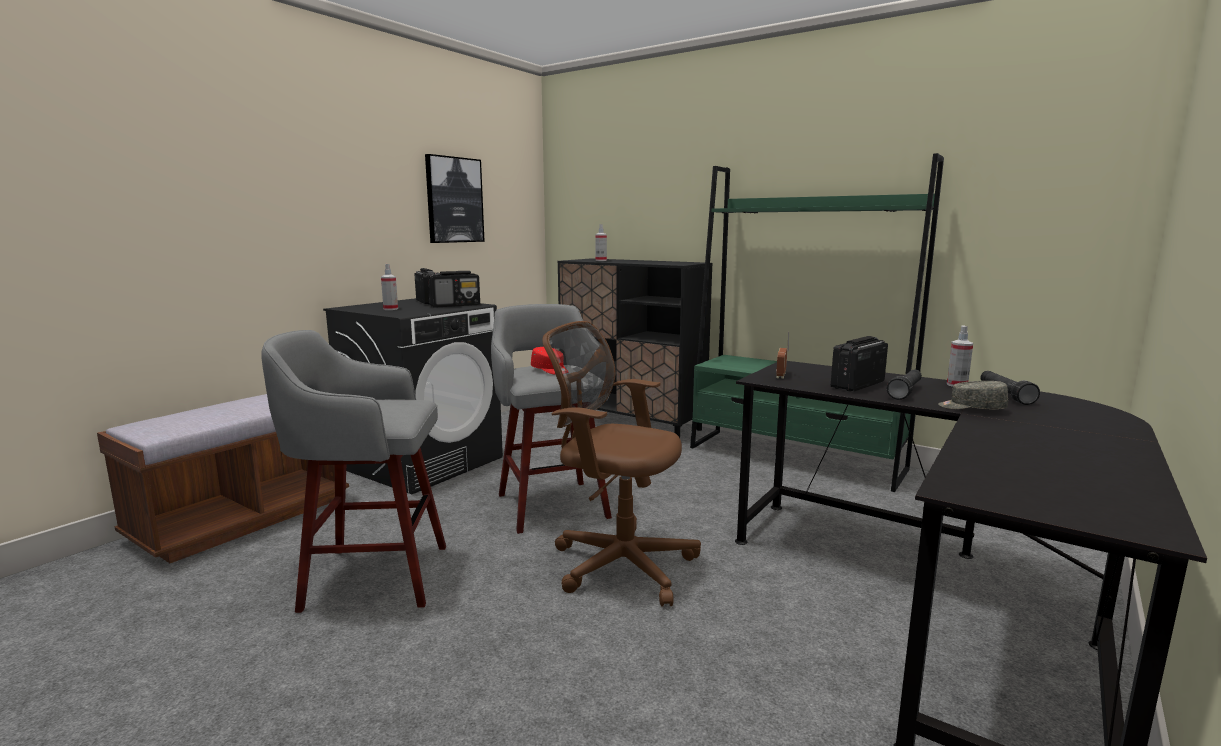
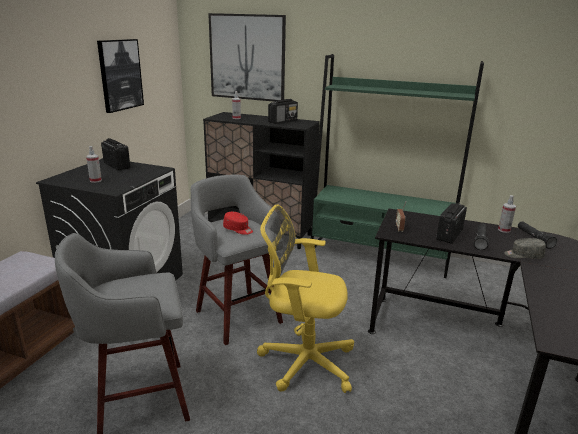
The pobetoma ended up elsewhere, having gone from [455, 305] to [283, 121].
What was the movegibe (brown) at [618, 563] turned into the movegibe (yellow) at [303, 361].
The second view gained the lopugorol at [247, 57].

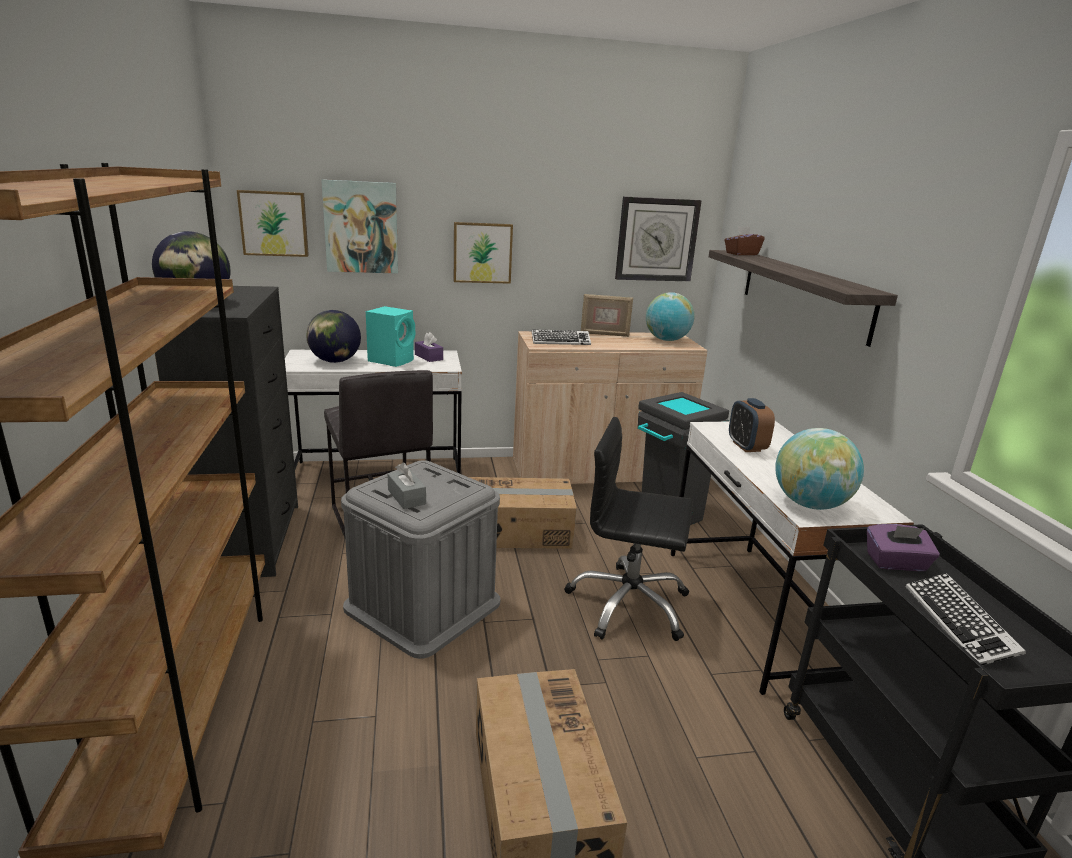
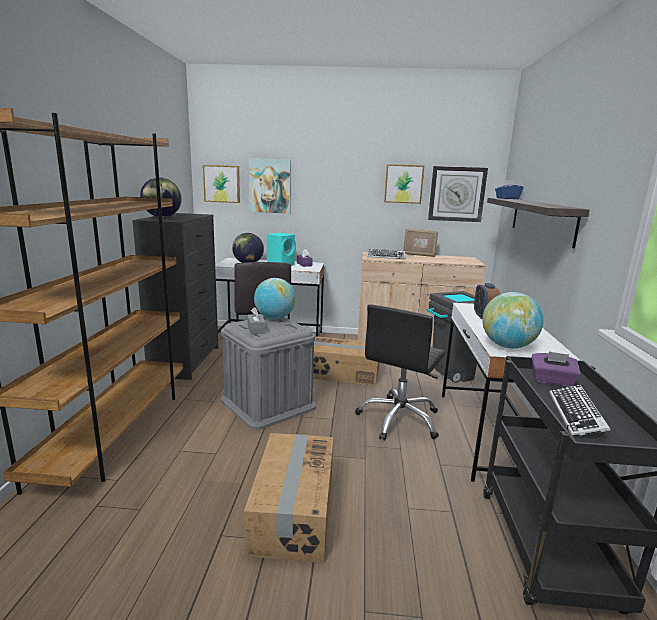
The lopugorol ended up elsewhere, having gone from [482, 252] to [403, 184].
The movegibe (black) at [628, 604] ended up facing another way, 90 degrees counterclockwise from before.
The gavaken ended up elsewhere, having gone from [666, 340] to [275, 318].
What was the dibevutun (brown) at [741, 254] turned into the dibevutun (blue) at [507, 198].

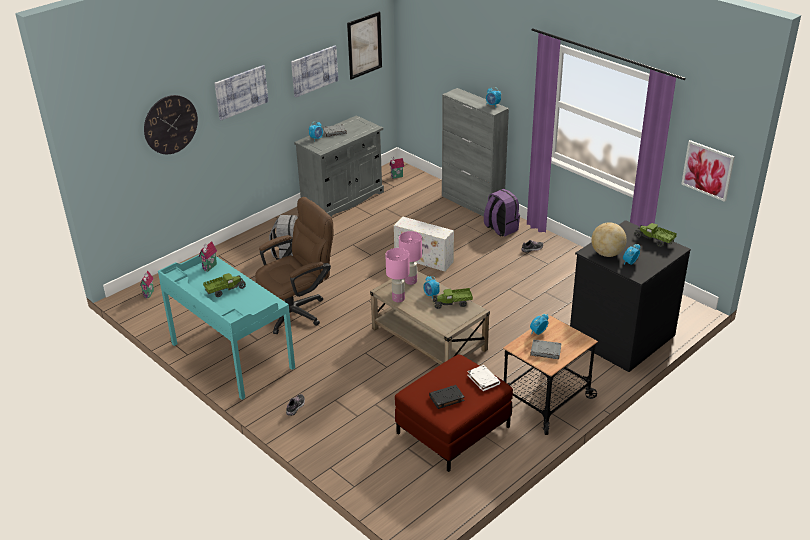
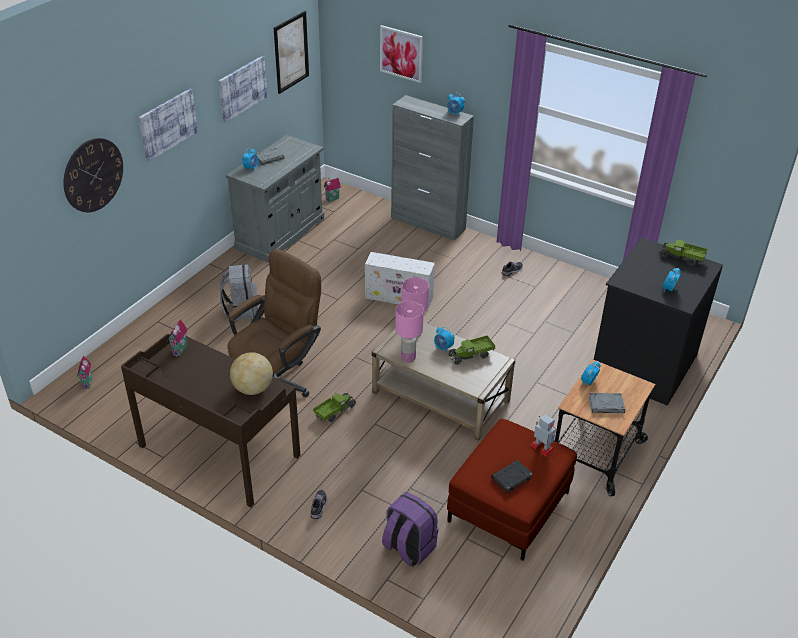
What was the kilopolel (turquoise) at [231, 356] turned into the kilopolel (brown) at [218, 451].
The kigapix ended up elsewhere, having gone from [225, 290] to [335, 411].
Where the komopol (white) stood at [483, 379], the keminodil came to stand at [542, 447].
The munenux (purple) ended up elsewhere, having gone from [500, 229] to [408, 547].
The gavaken ended up elsewhere, having gone from [607, 254] to [253, 389].
The lopugorol ended up elsewhere, having gone from [707, 170] to [401, 53].

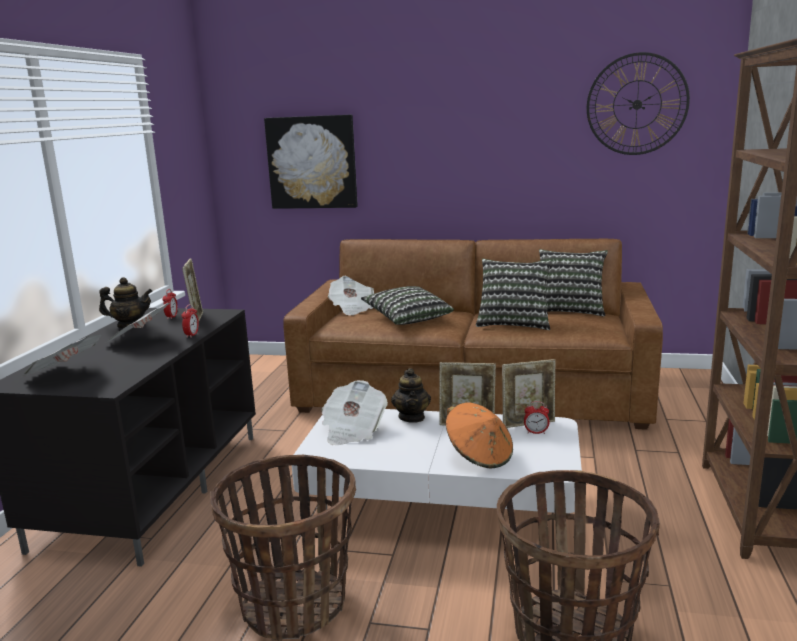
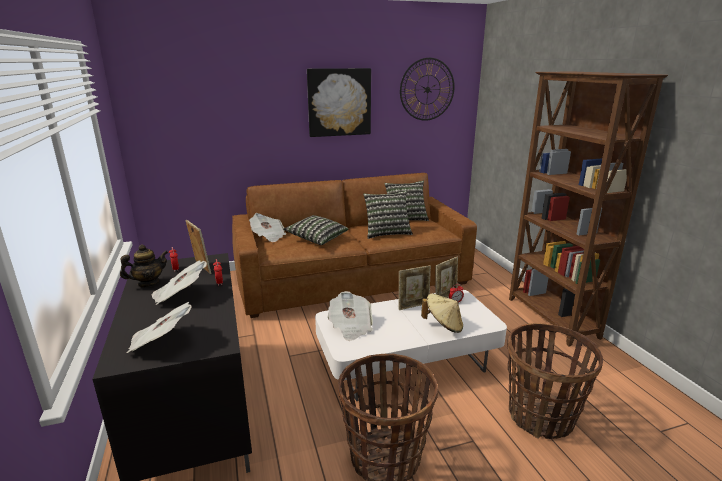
The lopugorol ended up elsewhere, having gone from [312, 162] to [339, 102].
The second view lost the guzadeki at [412, 417].
What was the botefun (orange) at [479, 456] turned into the botefun (beige) at [443, 325].

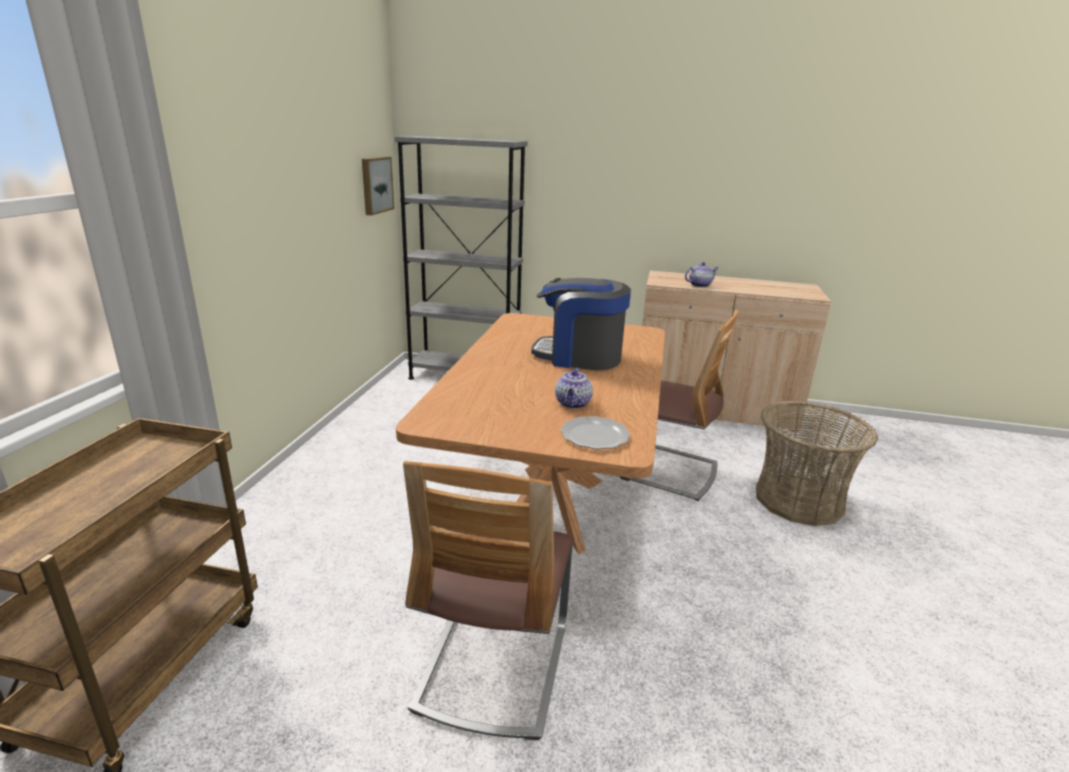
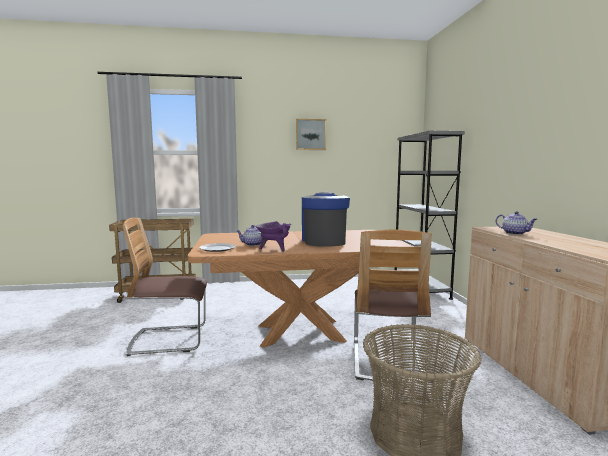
The lopugorol ended up elsewhere, having gone from [375, 185] to [310, 134].
The second view gained the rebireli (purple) at [274, 249].

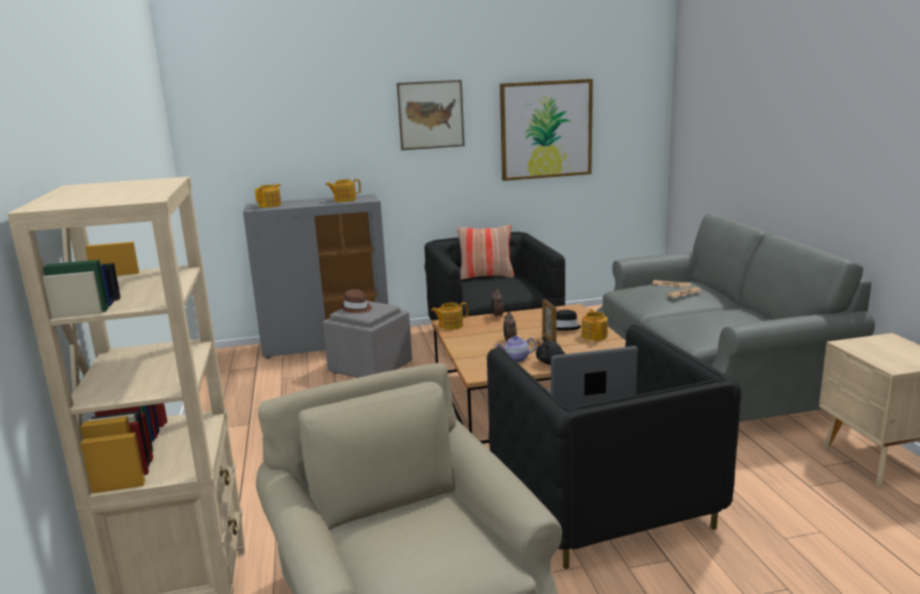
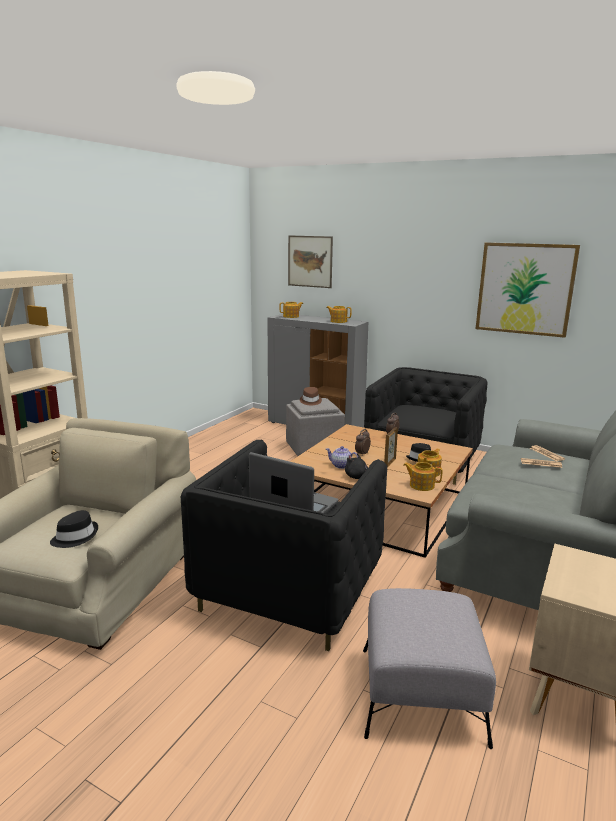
The lopugorol ended up elsewhere, having gone from [431, 115] to [310, 261].
The guzadeki ended up elsewhere, having gone from [450, 325] to [421, 485].
The second view lost the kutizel at [486, 276].
The second view gained the botefun (black) at [75, 537].
The second view gained the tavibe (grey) at [421, 695].

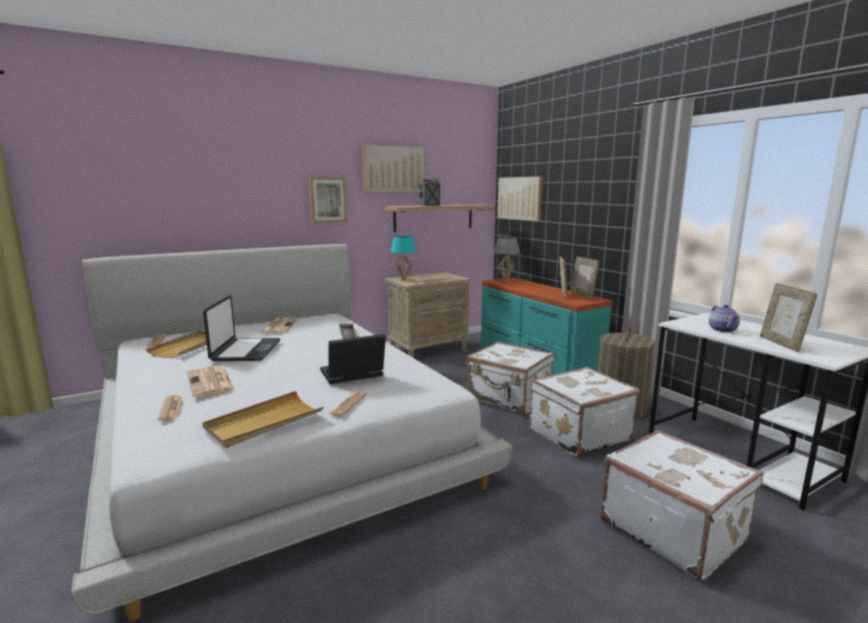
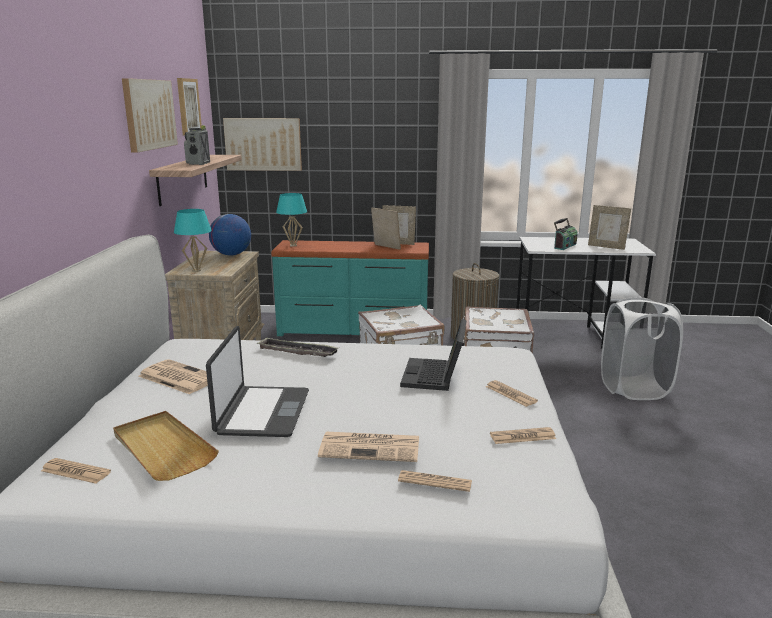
Where the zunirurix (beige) stood at [264, 422], the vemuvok came to stand at [522, 436].
The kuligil at [245, 351] ended up facing another way, 60 degrees clockwise from before.
The lopugorol ended up elsewhere, having gone from [327, 200] to [188, 106].
What was the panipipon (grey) at [505, 281] turned into the panipipon (turquoise) at [293, 245].
Where the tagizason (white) stood at [673, 529], the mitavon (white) came to stand at [634, 389].
Where the guzadeki stood at [722, 330], the pobetoma came to stand at [564, 246].
The second view gained the gavaken at [231, 254].

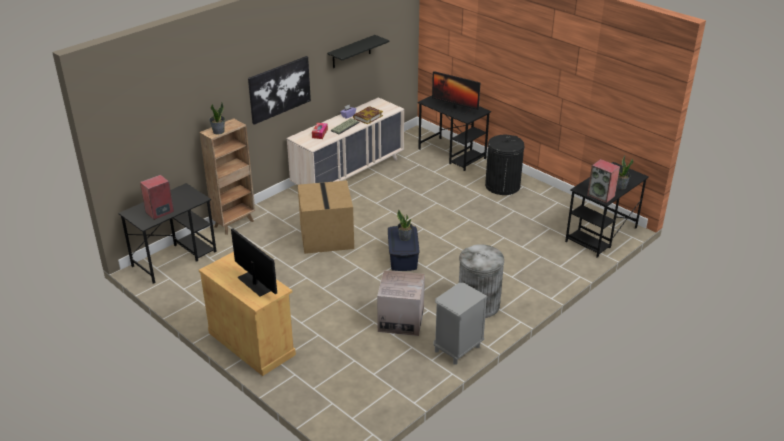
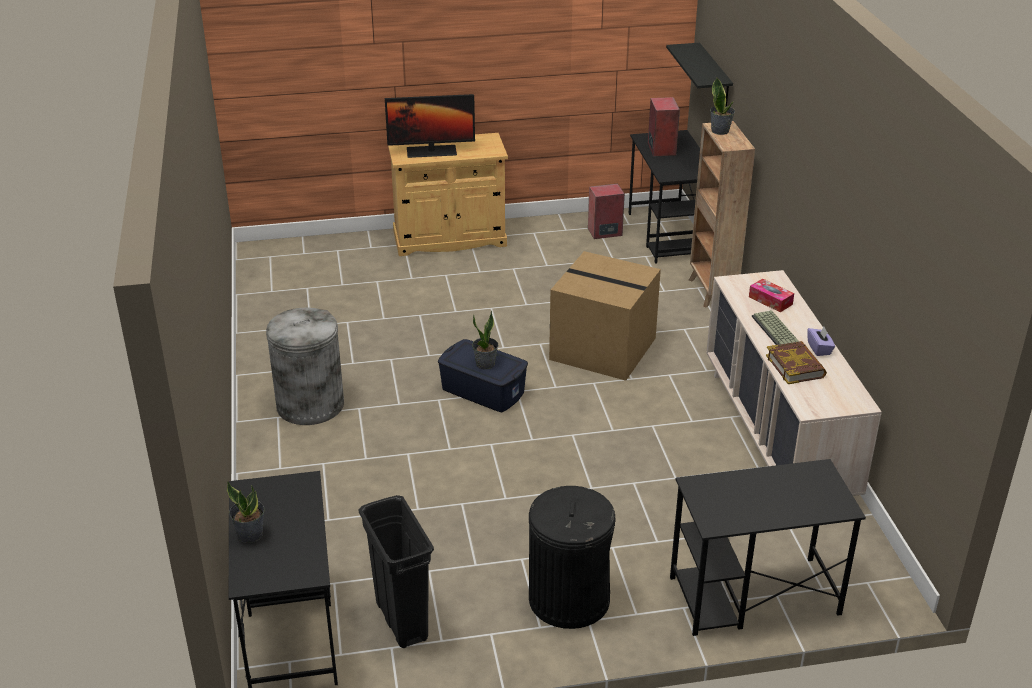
The second view lost the lopugorol at [279, 89].
The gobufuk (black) ended up elsewhere, having gone from [351, 52] to [714, 76].
The second view lost the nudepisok at [401, 320].
The second view lost the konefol at [454, 108].
The second view lost the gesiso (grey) at [457, 349].
The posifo ended up elsewhere, having gone from [601, 195] to [604, 232].
The second view gained the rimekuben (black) at [401, 620].

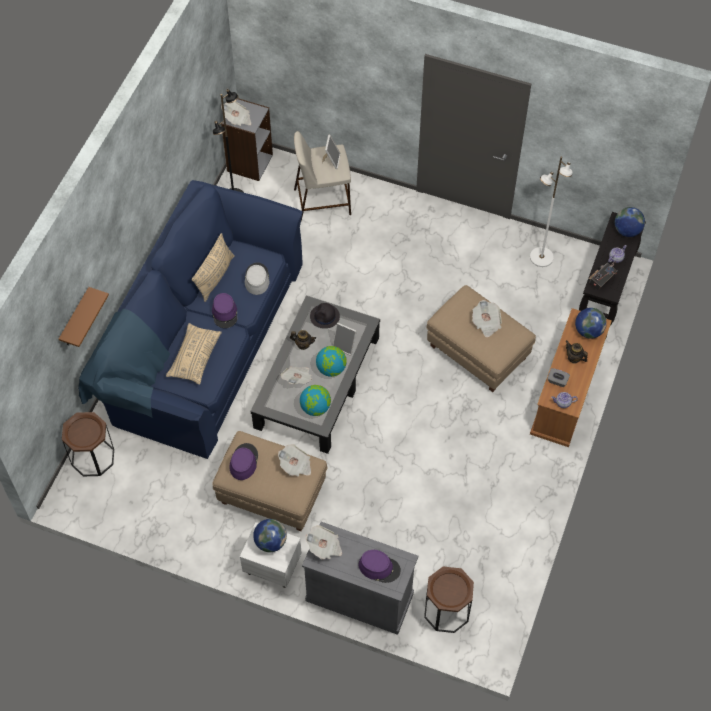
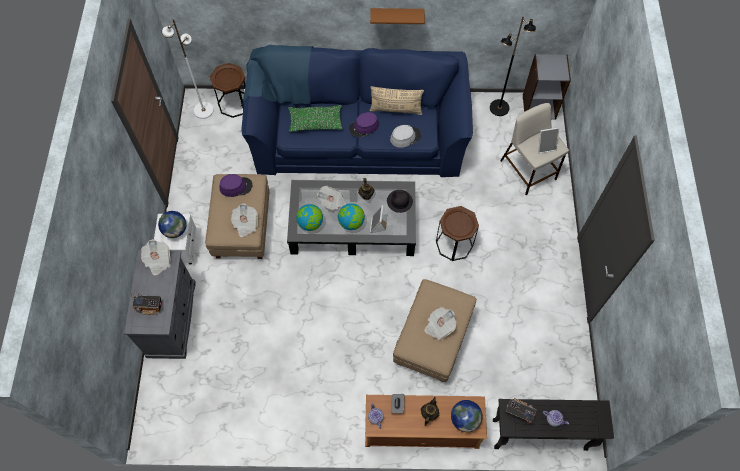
The gobufuk (brown) ended up elsewhere, having gone from [75, 319] to [397, 15].
What was the kutizel (beige) at [194, 358] turned into the kutizel (green) at [315, 122].
The second view lost the vemuvok at [237, 119].
Where the botefun (purple) stood at [379, 567], the pobetoma came to stand at [150, 307].
The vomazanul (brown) ended up elsewhere, having gone from [446, 611] to [454, 244].
The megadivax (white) ended up elsewhere, having gone from [541, 257] to [203, 110].
The second view lost the gavaken at [627, 231].

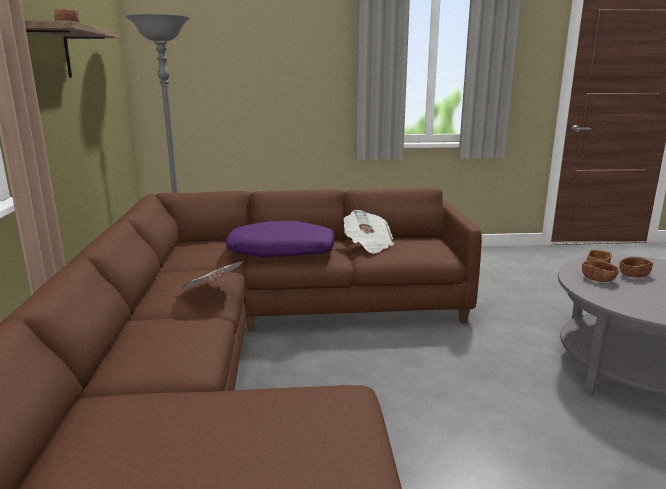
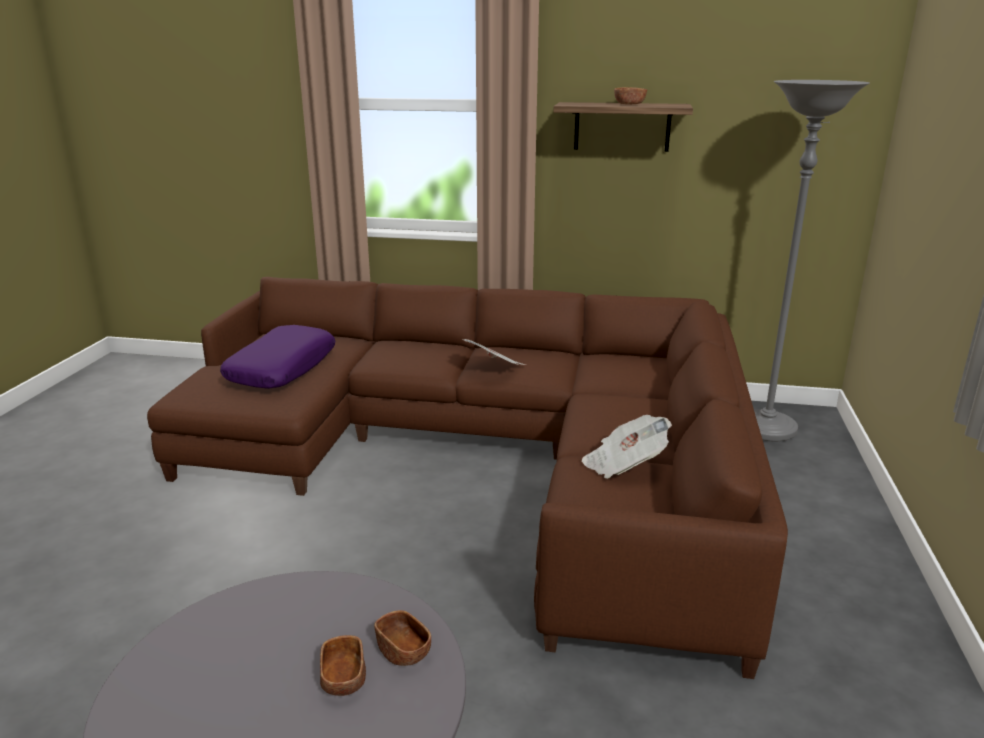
The kutizel (purple) ended up elsewhere, having gone from [281, 252] to [281, 368].
The second view lost the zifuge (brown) at [598, 279].

